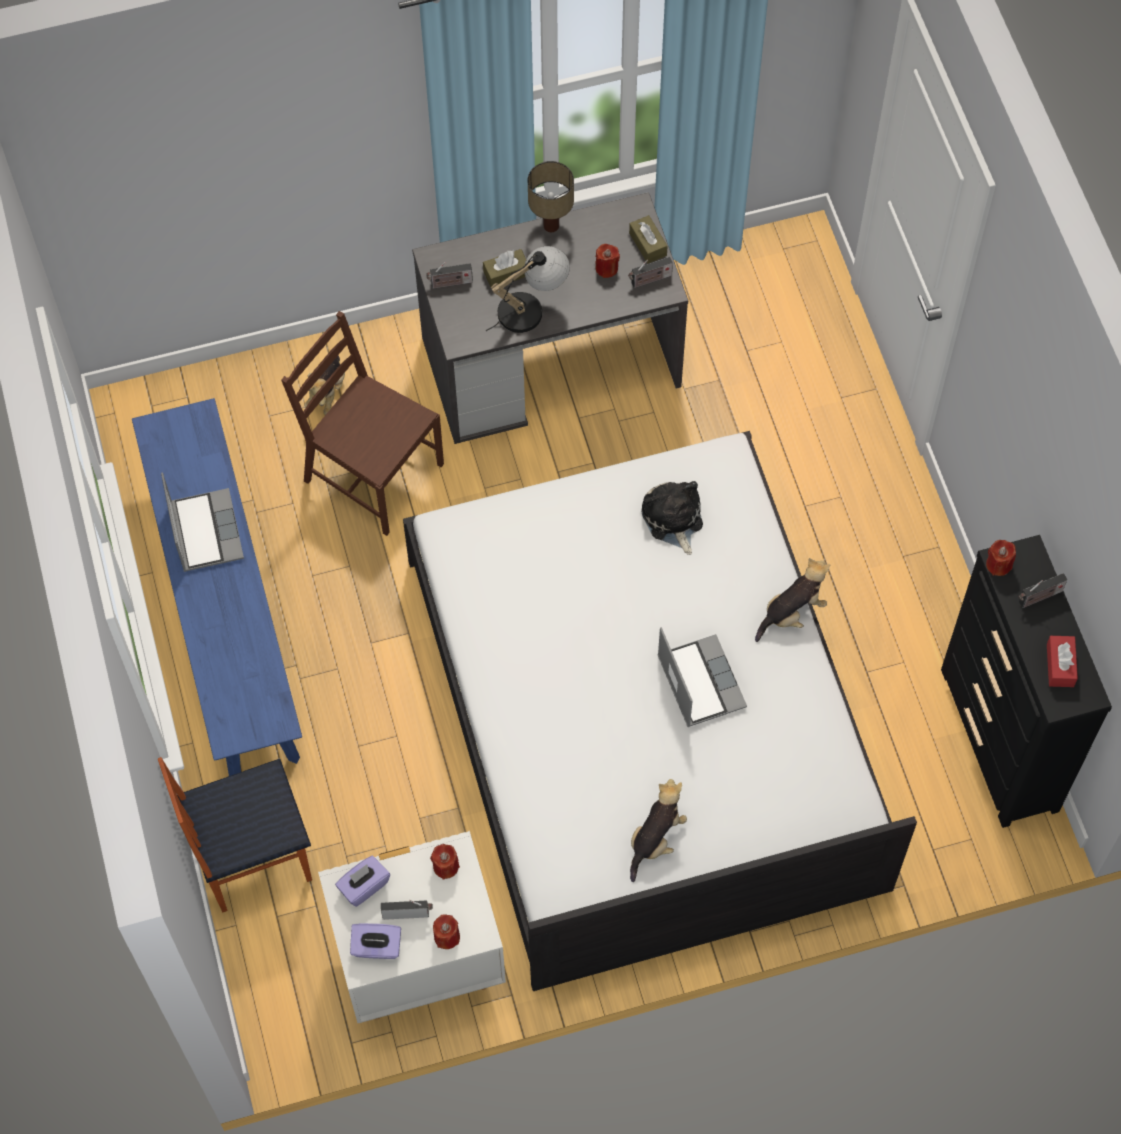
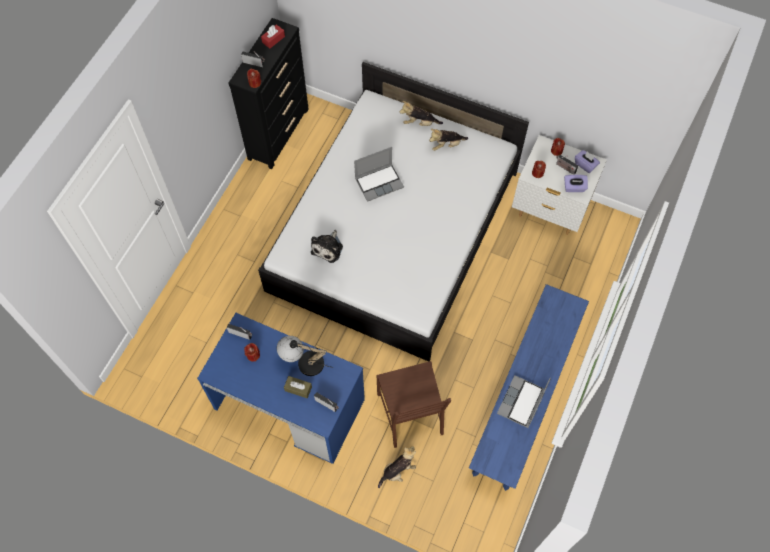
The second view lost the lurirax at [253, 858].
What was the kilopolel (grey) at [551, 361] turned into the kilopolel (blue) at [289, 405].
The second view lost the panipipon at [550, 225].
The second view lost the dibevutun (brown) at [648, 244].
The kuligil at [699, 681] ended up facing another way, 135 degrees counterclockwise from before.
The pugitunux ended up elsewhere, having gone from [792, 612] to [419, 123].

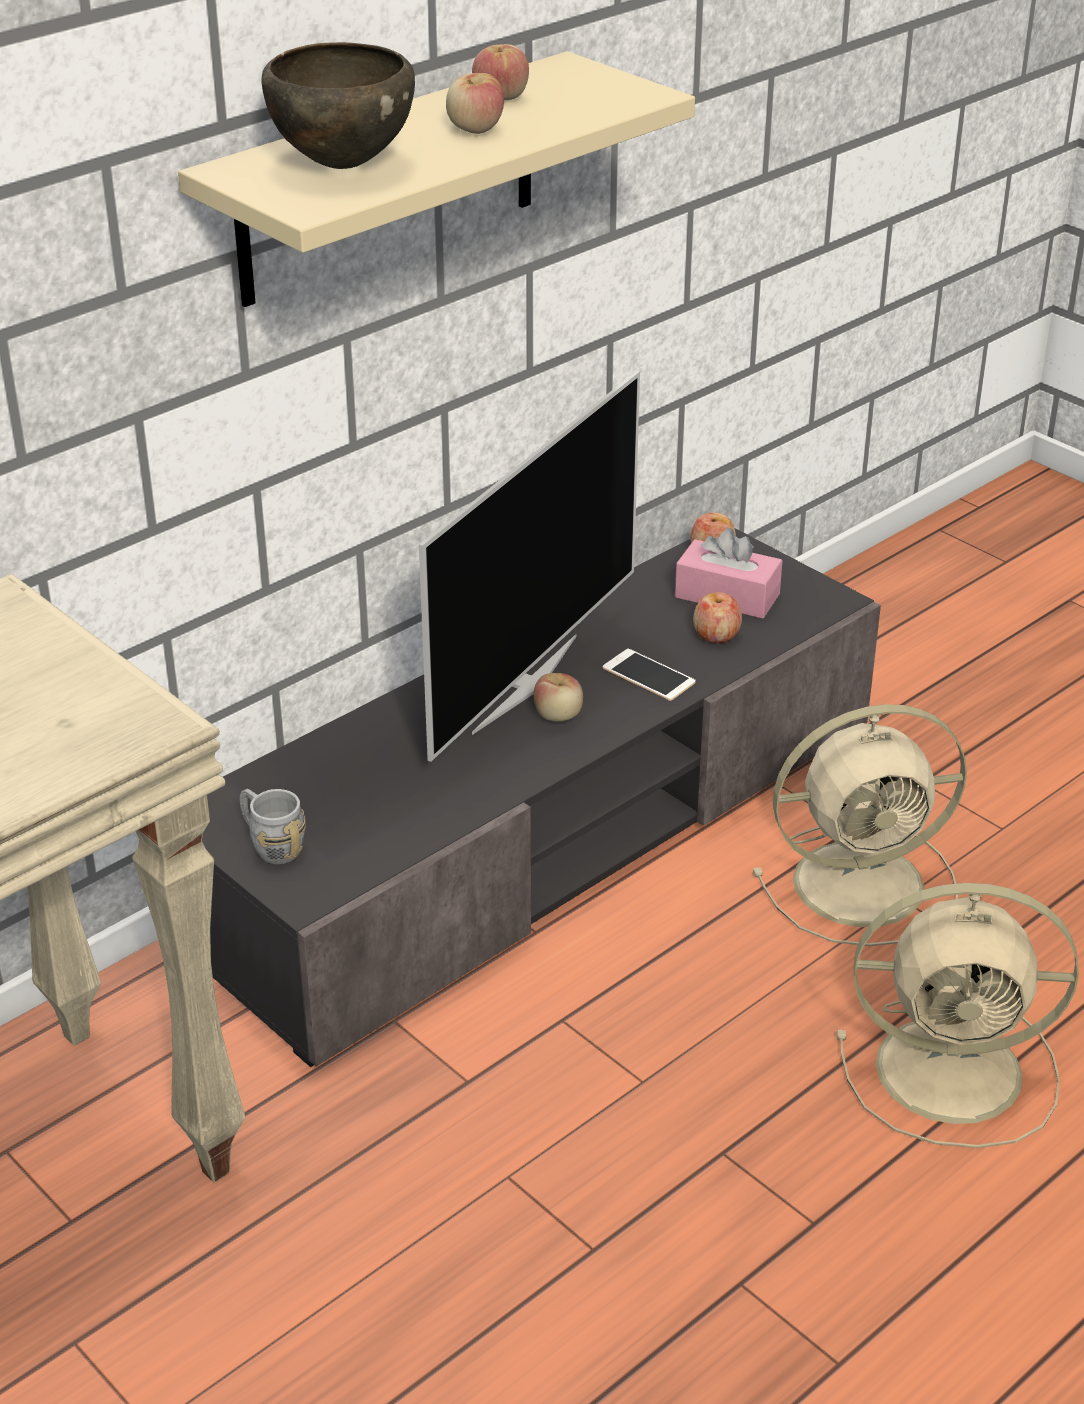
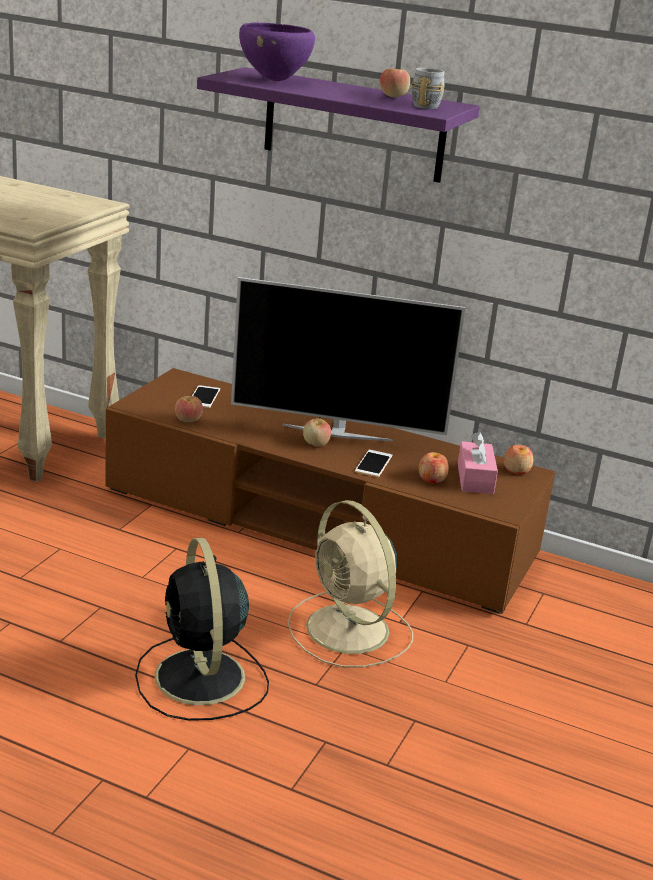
What was the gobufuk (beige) at [388, 180] turned into the gobufuk (purple) at [354, 125].
What was the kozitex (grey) at [542, 833] turned into the kozitex (brown) at [318, 523].
The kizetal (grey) ended up elsewhere, having gone from [271, 845] to [427, 105].
What was the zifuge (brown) at [342, 165] turned into the zifuge (purple) at [275, 80].
The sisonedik ended up elsewhere, having gone from [475, 129] to [188, 420].
What was the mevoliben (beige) at [955, 1071] turned into the mevoliben (black) at [200, 679].
The second view gained the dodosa at [204, 397].

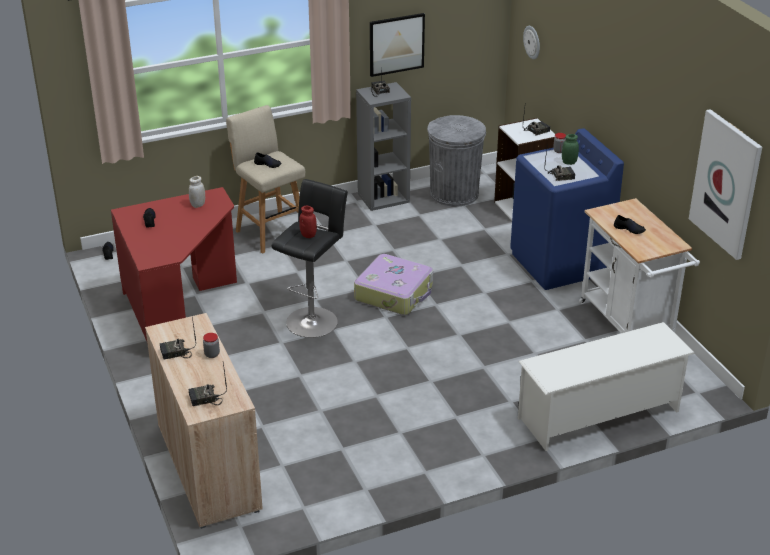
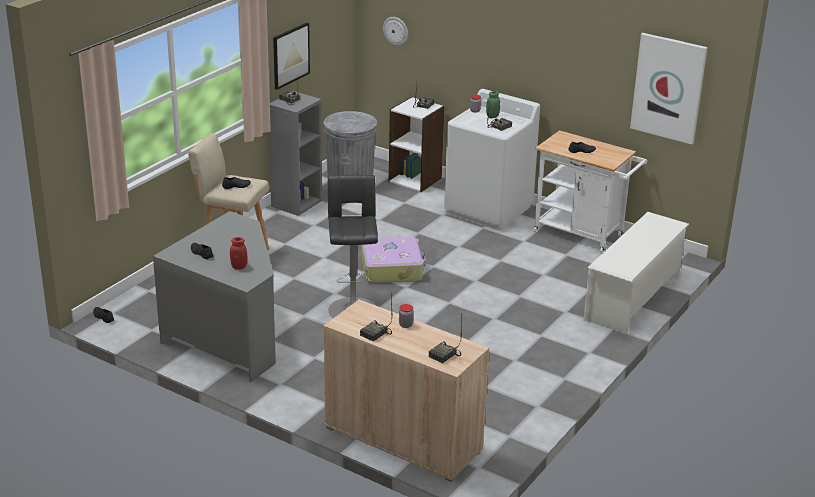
What was the kilopolel (red) at [180, 309] turned into the kilopolel (grey) at [229, 337].
The second view lost the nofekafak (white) at [198, 205].
The nofekafak (red) ended up elsewhere, having gone from [308, 235] to [239, 267].
What was the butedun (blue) at [560, 263] turned into the butedun (white) at [488, 210].

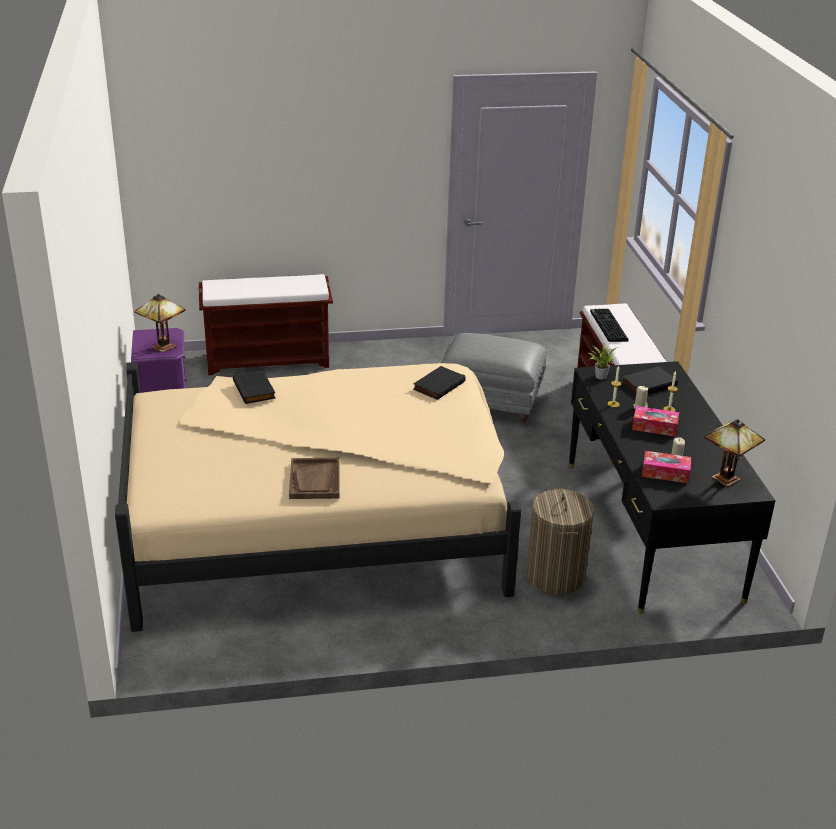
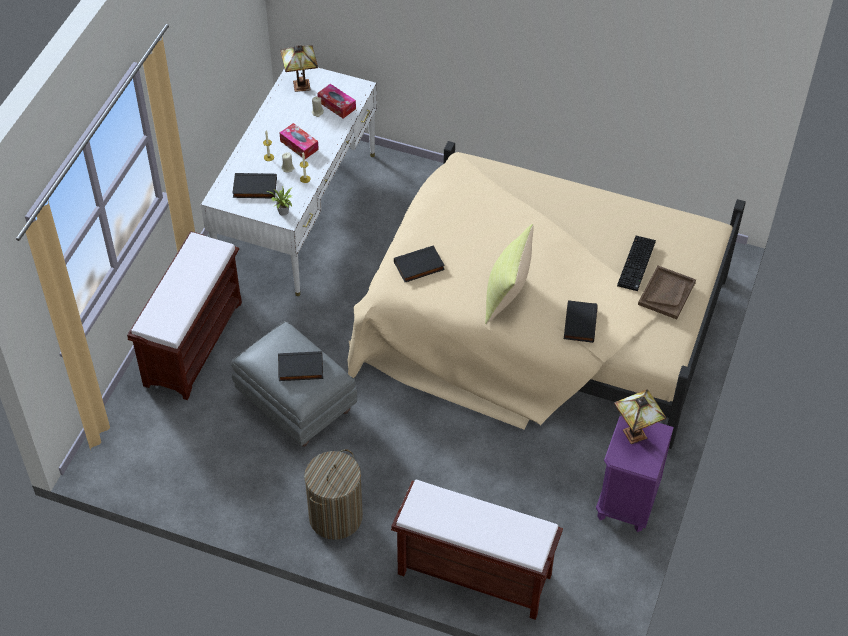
The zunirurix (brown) ended up elsewhere, having gone from [315, 480] to [666, 293].
The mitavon ended up elsewhere, having gone from [555, 576] to [335, 516].
What was the kilopolel (black) at [651, 529] turned into the kilopolel (white) at [297, 211].
The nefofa ended up elsewhere, having gone from [607, 326] to [637, 264].
The second view gained the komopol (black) at [300, 369].
The second view gained the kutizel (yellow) at [506, 295].

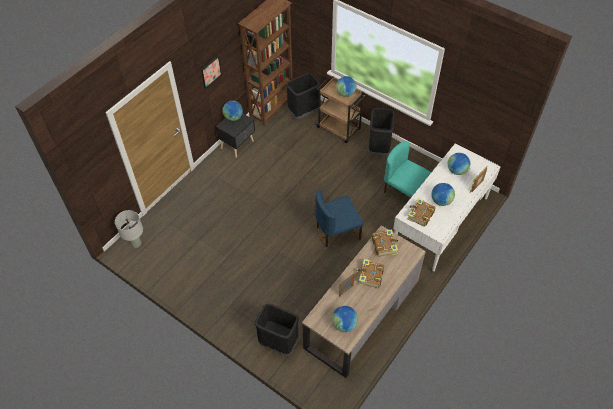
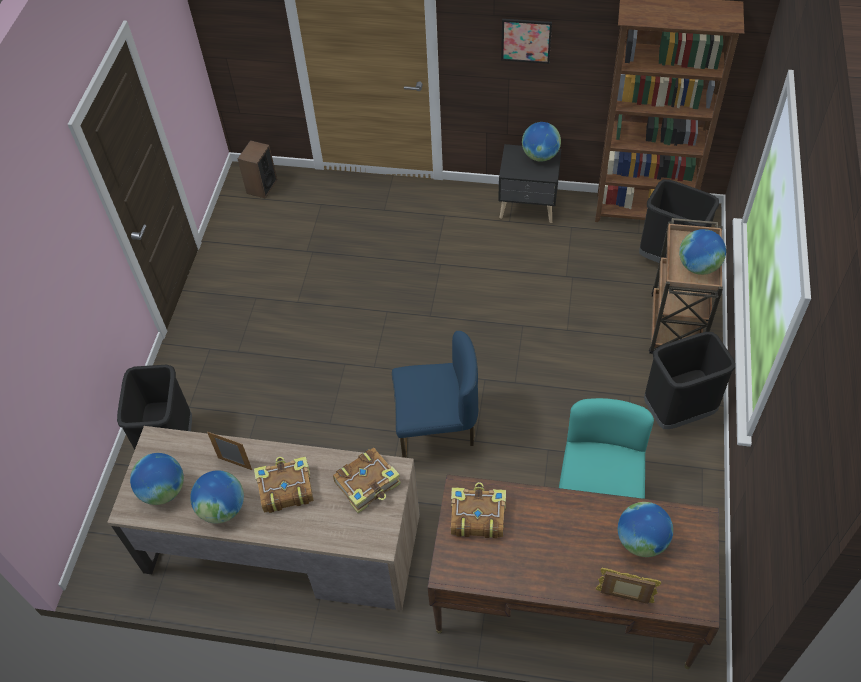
Where the panipipon (grey) stood at [136, 244], the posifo came to stand at [261, 186].
The lurirax (blue) at [337, 232] ended up facing another way, 135 degrees clockwise from before.
What was the kilopolel (white) at [440, 223] turned into the kilopolel (brown) at [565, 598].
The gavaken ended up elsewhere, having gone from [441, 201] to [222, 508].

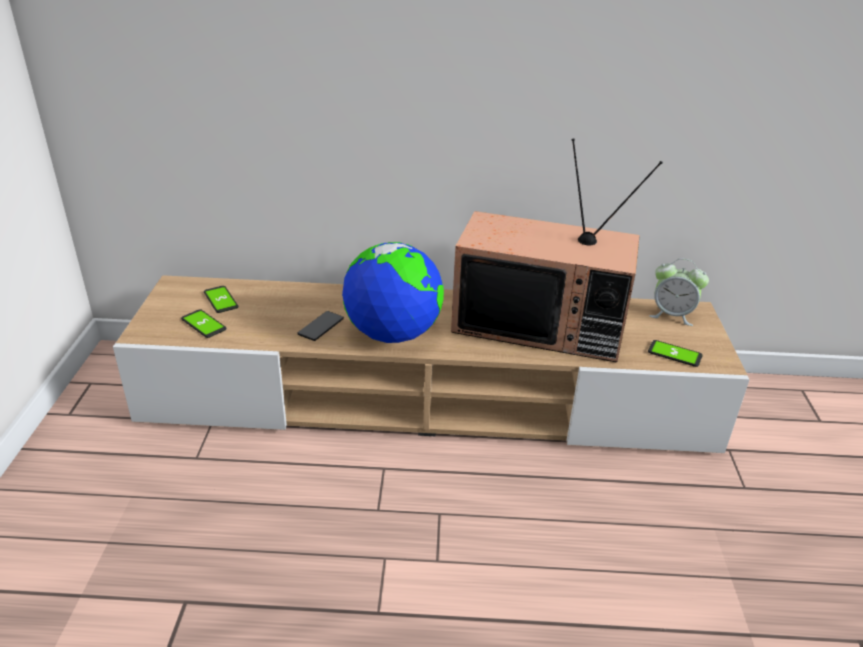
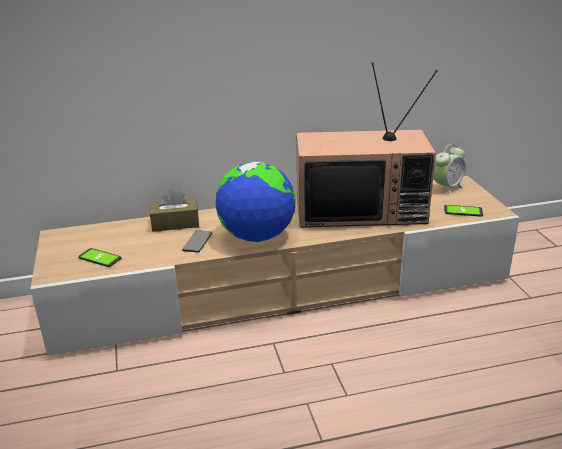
The second view lost the dodosa at [221, 300].
The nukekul at [672, 315] ended up facing another way, 45 degrees counterclockwise from before.
The second view gained the dibevutun (brown) at [175, 223].

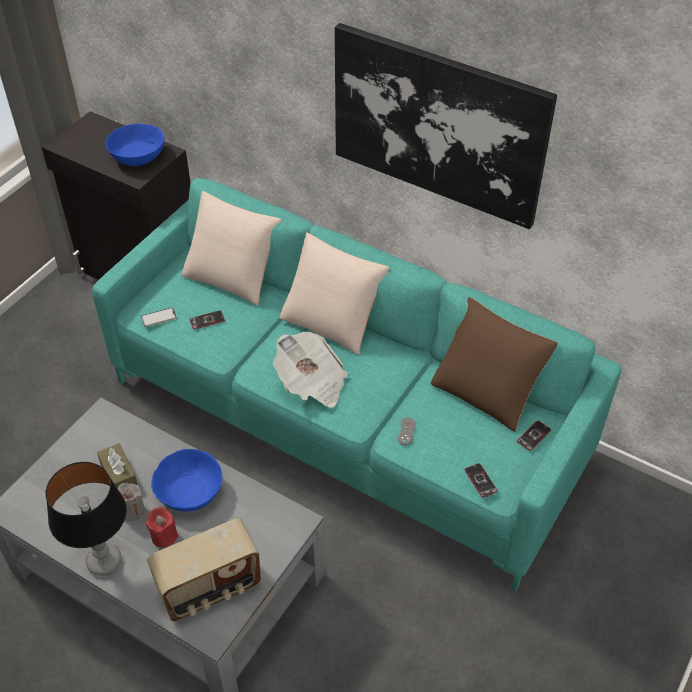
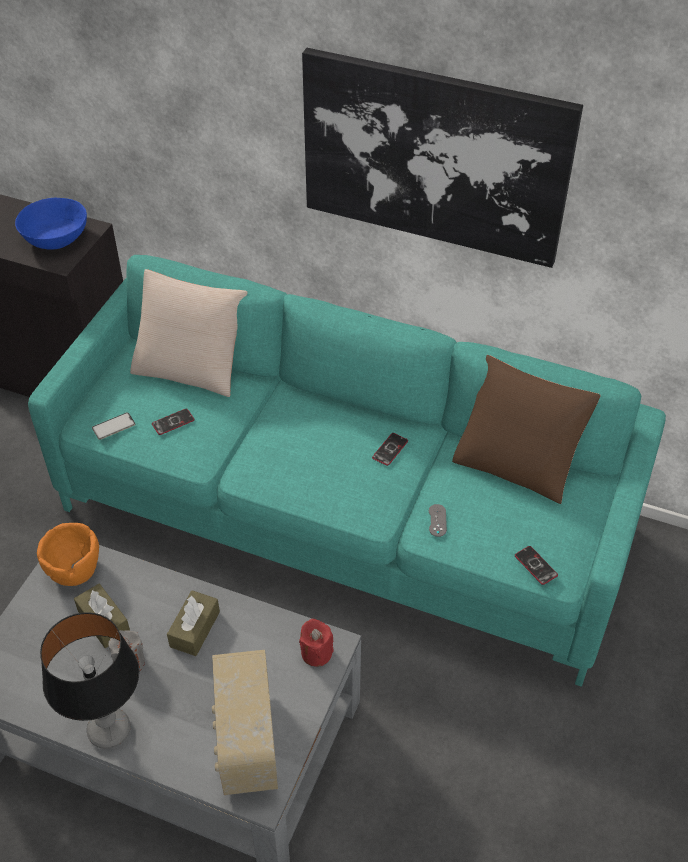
The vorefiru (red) ended up elsewhere, having gone from [164, 536] to [316, 653].
The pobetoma at [210, 588] ended up facing another way, 120 degrees clockwise from before.
Where the zifuge (blue) stood at [189, 491], the dibevutun (brown) came to stand at [195, 629].
The second view lost the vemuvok at [311, 382].
The second view lost the kutizel (beige) at [333, 320].
The dodosa ended up elsewhere, having gone from [533, 436] to [390, 449].
The second view gained the zifuge (orange) at [74, 569].

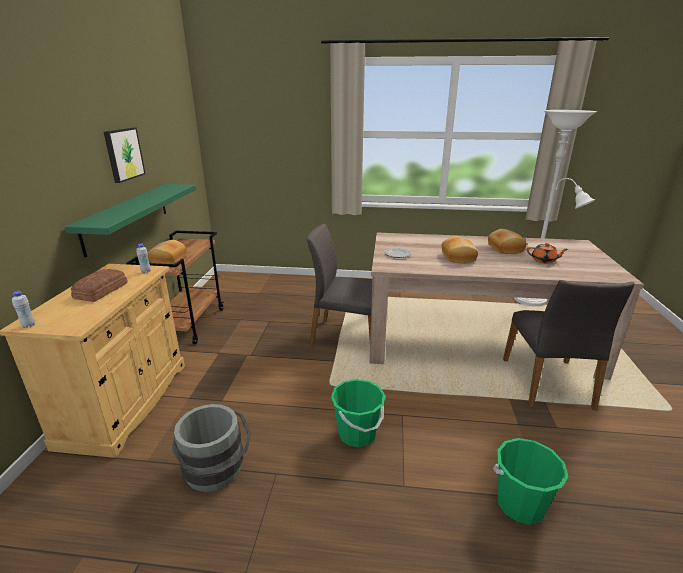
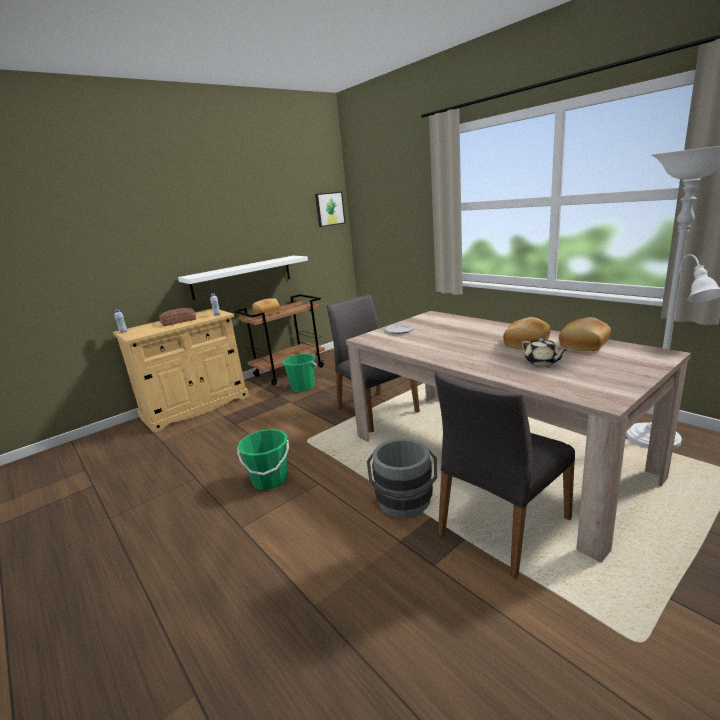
What was the gobufuk (green) at [127, 217] turned into the gobufuk (white) at [242, 277].
The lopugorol ended up elsewhere, having gone from [123, 154] to [329, 209].
The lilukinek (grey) ended up elsewhere, having gone from [216, 472] to [404, 504].
The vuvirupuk ended up elsewhere, having gone from [459, 257] to [585, 344].
The lilukinek (green) ended up elsewhere, having gone from [520, 504] to [303, 387].
What was the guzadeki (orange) at [544, 260] turned into the guzadeki (beige) at [542, 362].

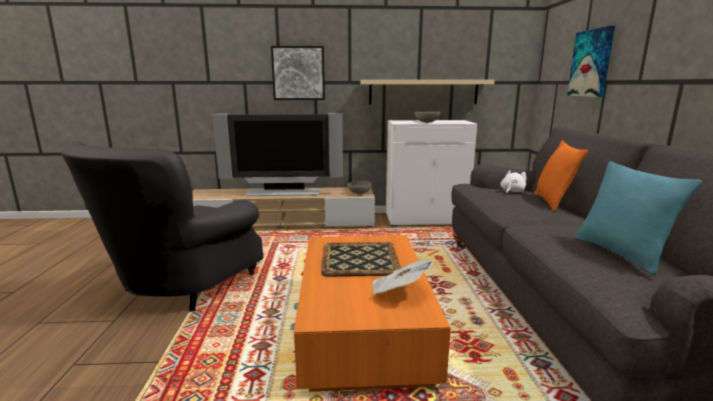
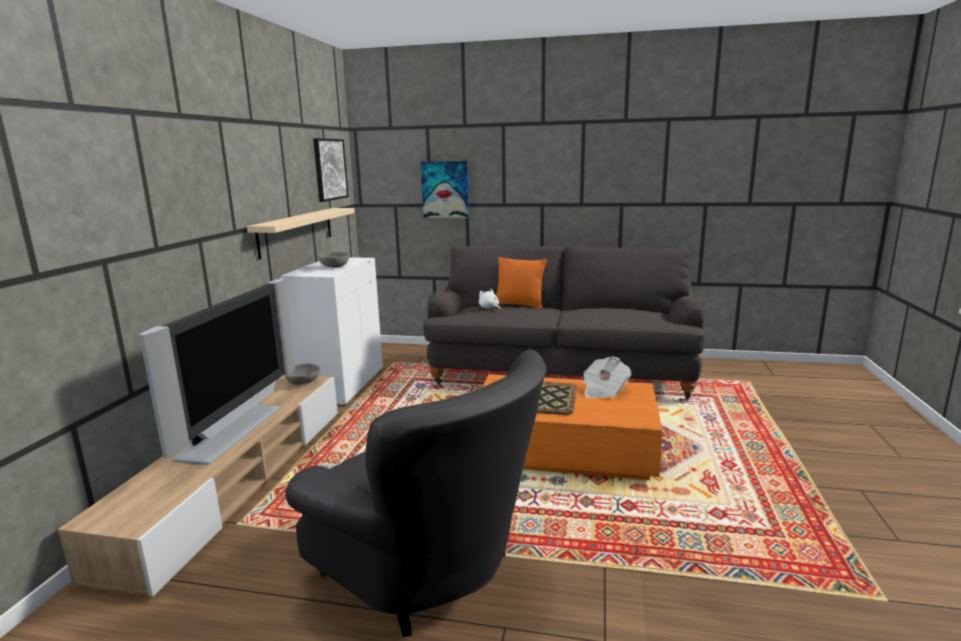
The lopugorol ended up elsewhere, having gone from [298, 73] to [329, 169].
The second view lost the kutizel (turquoise) at [620, 253].

